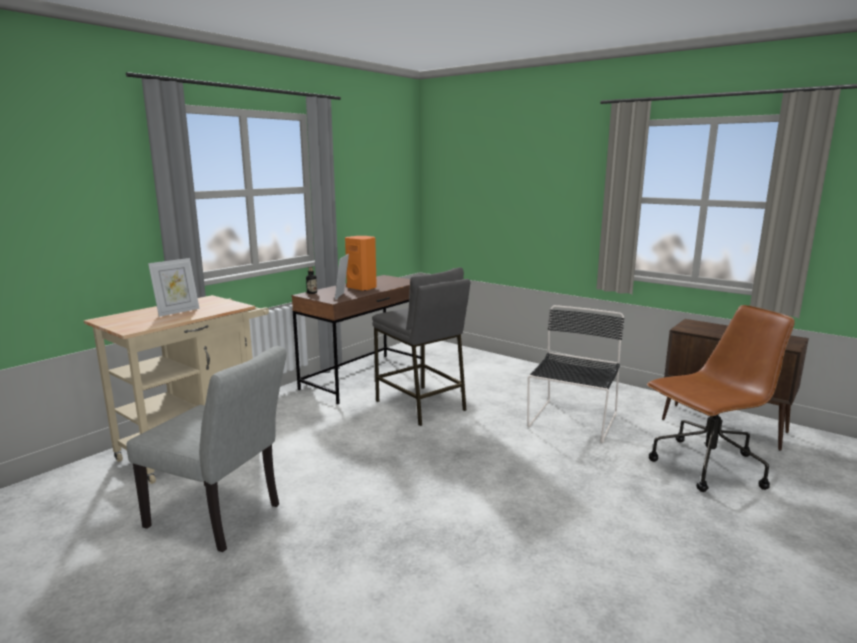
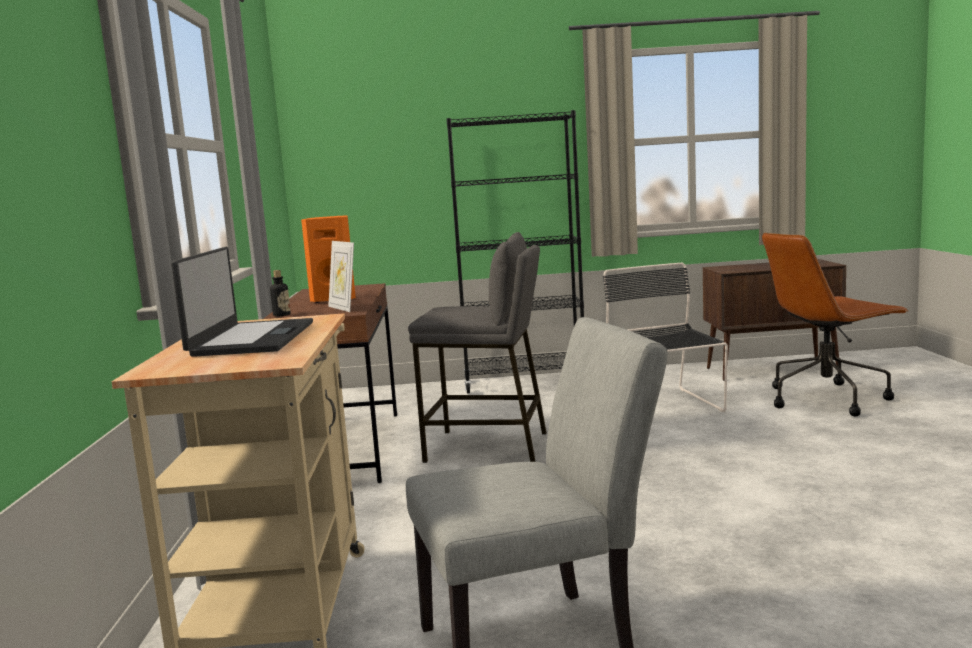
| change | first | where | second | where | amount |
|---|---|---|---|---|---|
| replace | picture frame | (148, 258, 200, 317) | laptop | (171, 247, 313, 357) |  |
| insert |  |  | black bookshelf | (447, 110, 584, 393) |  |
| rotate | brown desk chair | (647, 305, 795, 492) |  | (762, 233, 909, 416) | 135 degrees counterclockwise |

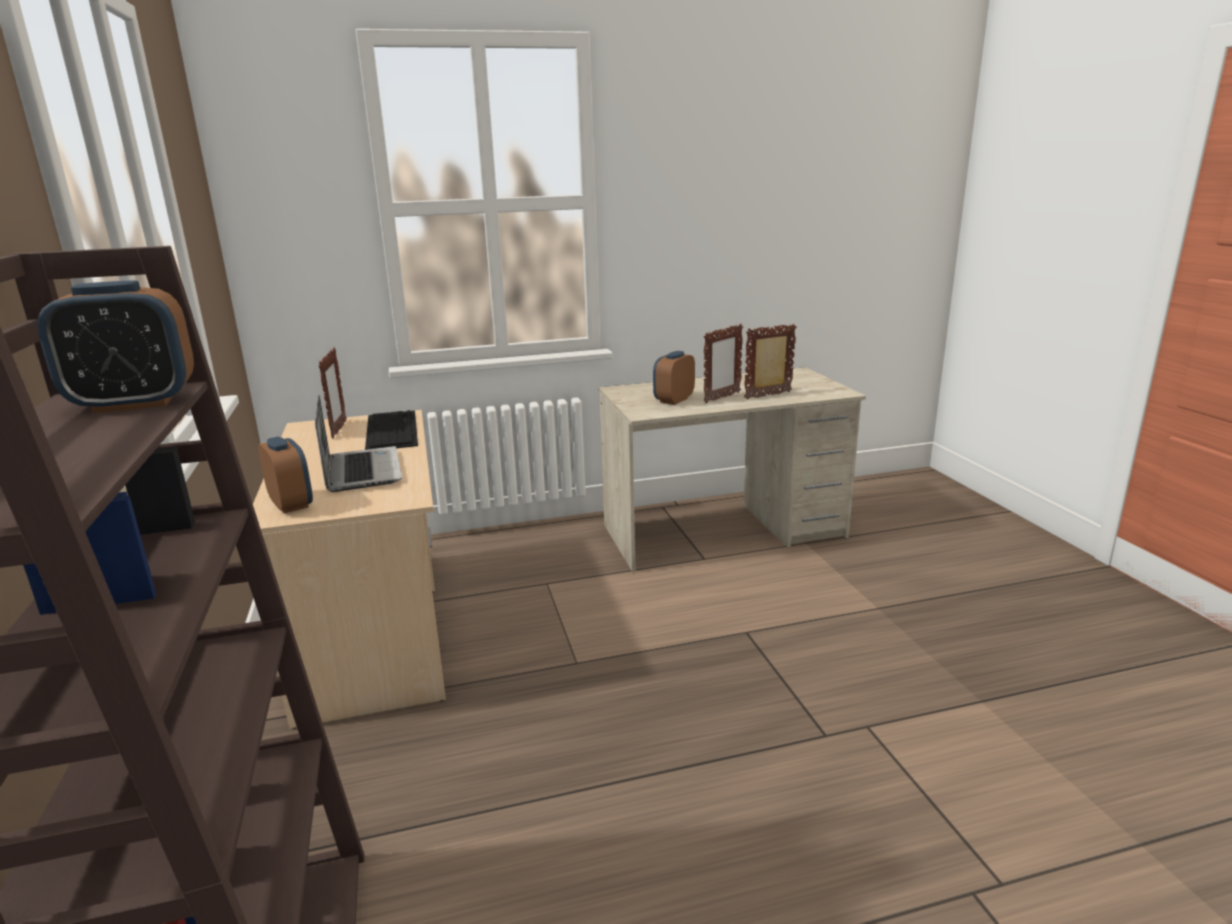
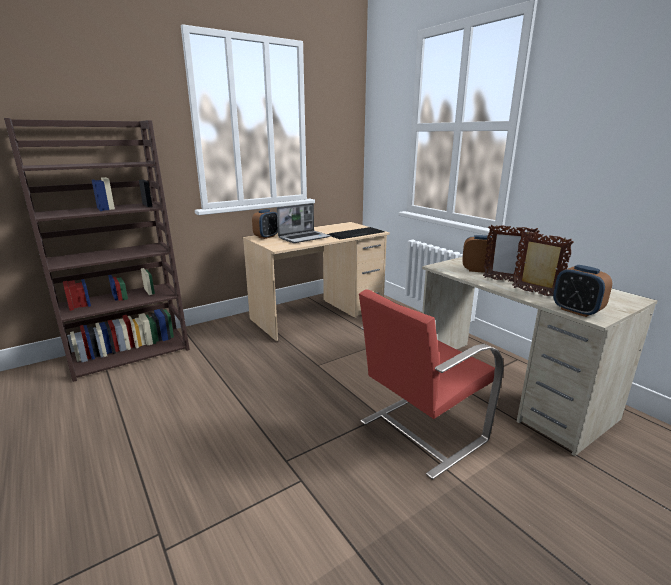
| change | first | where | second | where | amount |
|---|---|---|---|---|---|
| insert |  |  | red upright chair | (359, 289, 504, 480) |  |
| move | alarm clock | (37, 280, 194, 413) |  | (553, 265, 612, 317) |  |
| delete | picture frame | (319, 347, 347, 439) |  |  |  |

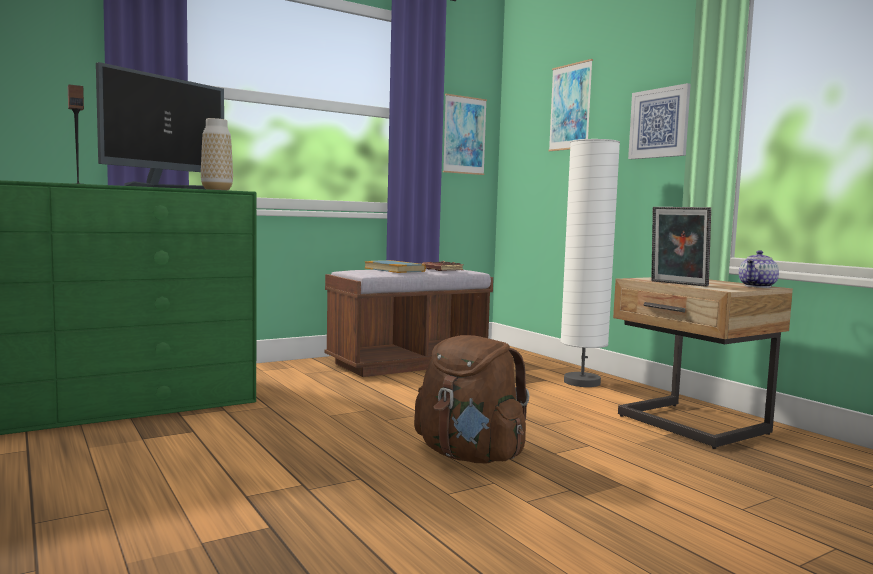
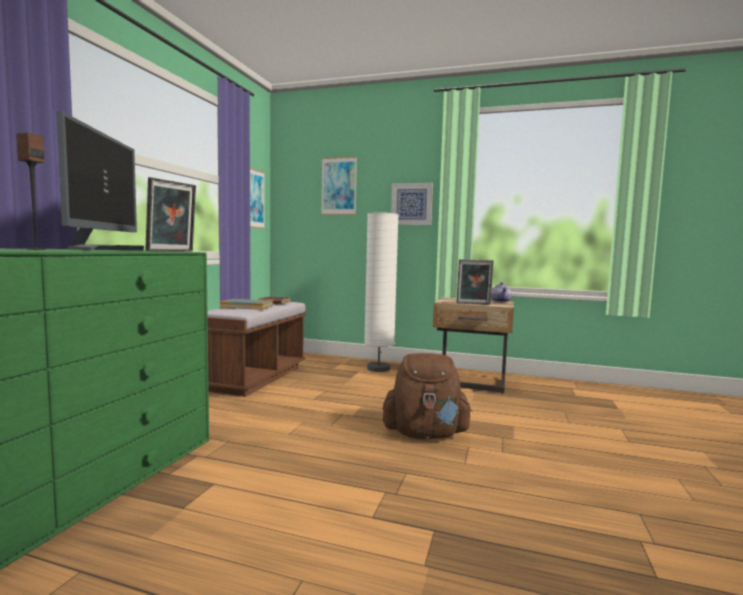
| change | first | where | second | where | amount |
|---|---|---|---|---|---|
| replace | vase | (201, 118, 233, 190) | picture frame | (145, 177, 196, 252) |  |

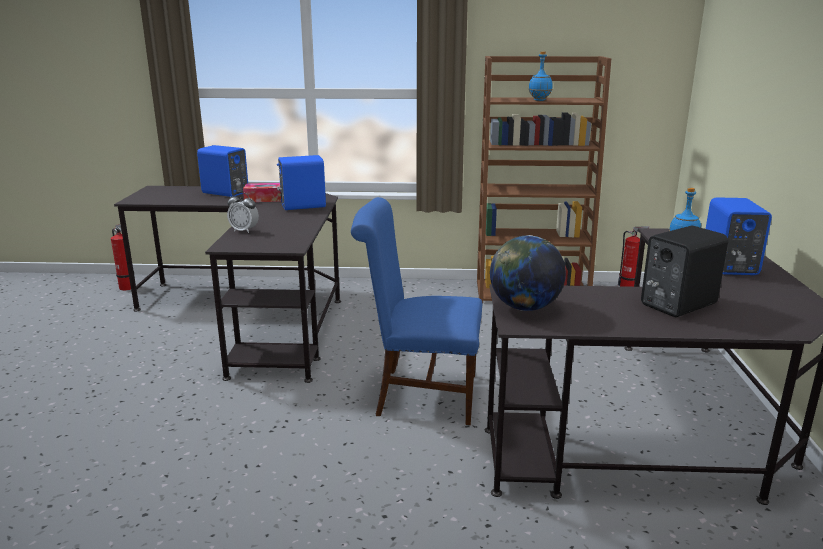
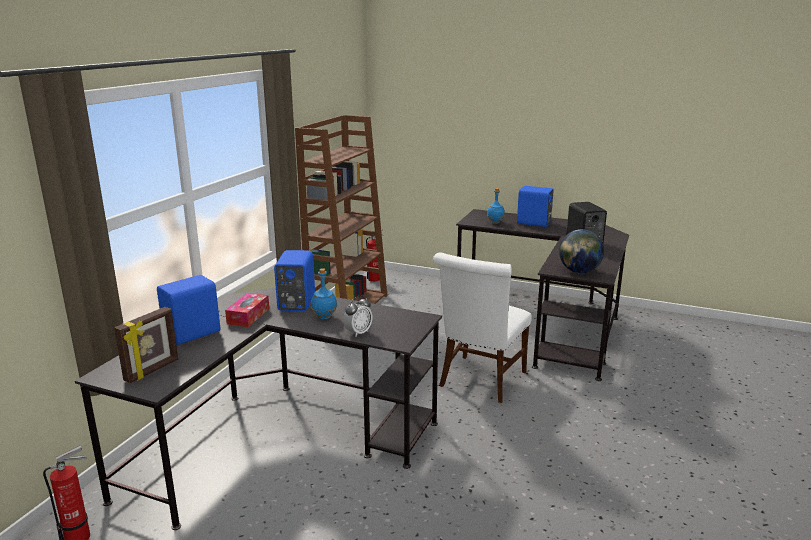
| change | first | where | second | where | amount |
|---|---|---|---|---|---|
| insert |  |  | picture frame | (114, 307, 178, 383) |  |
| move | bluish drink bottle | (529, 51, 553, 101) |  | (311, 268, 337, 319) |  |
| recolor | bluish upright chair | (351, 197, 482, 425) | white upright chair | (433, 252, 532, 403) |  |

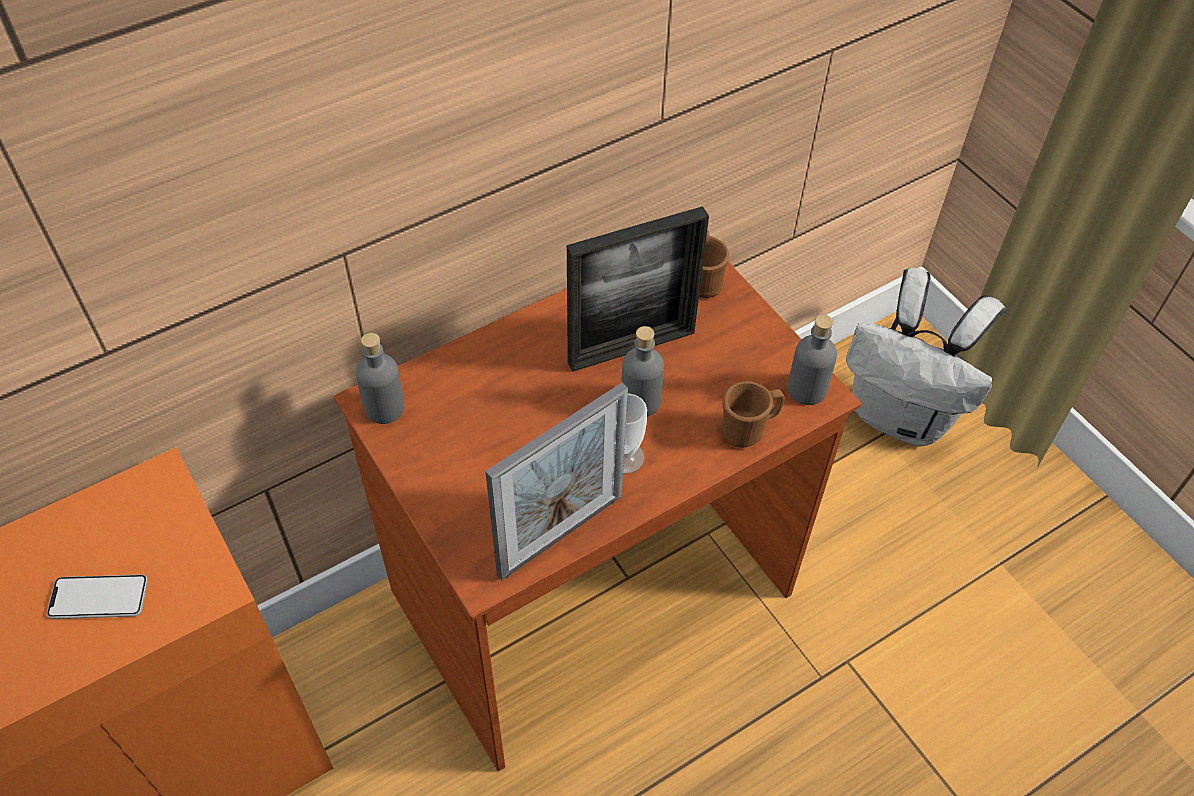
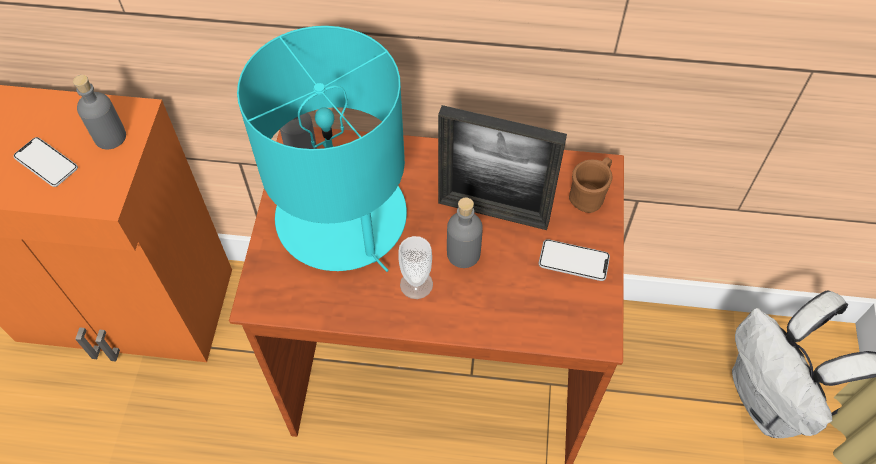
| change | first | where | second | where | amount |
|---|---|---|---|---|---|
| move | grey drink bottle | (788, 315, 837, 405) |  | (73, 75, 126, 150) |  |
| insert |  |  | blue-green lamp for a table | (237, 26, 407, 272) |  |
| insert |  |  | phone | (538, 239, 610, 281) |  |
| delete | picture frame | (485, 382, 628, 580) |  |  |  |
| delete | brown coffee mug | (721, 381, 785, 448) |  |  |  |

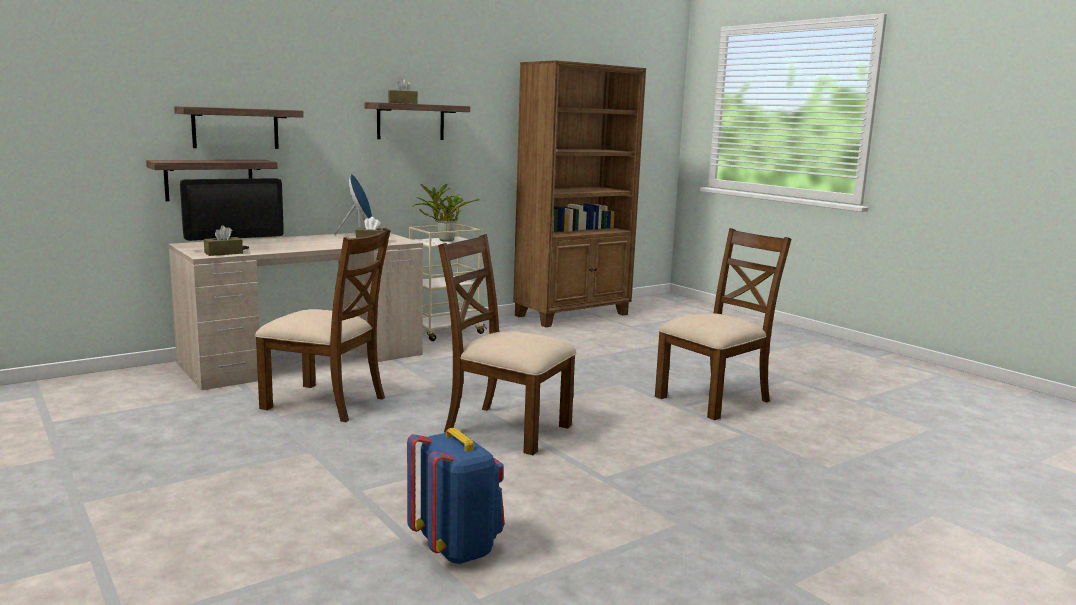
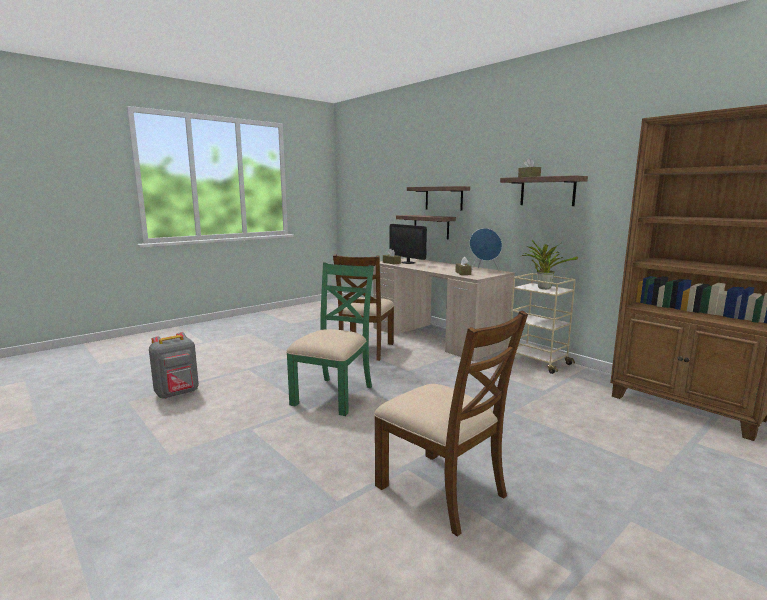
| change | first | where | second | where | amount |
|---|---|---|---|---|---|
| recolor | bluish backpack | (407, 428, 505, 565) | grey backpack | (149, 332, 199, 399) |  |
| recolor | brown upright chair | (438, 234, 576, 455) | green-coloured upright chair | (286, 262, 374, 416) |  |

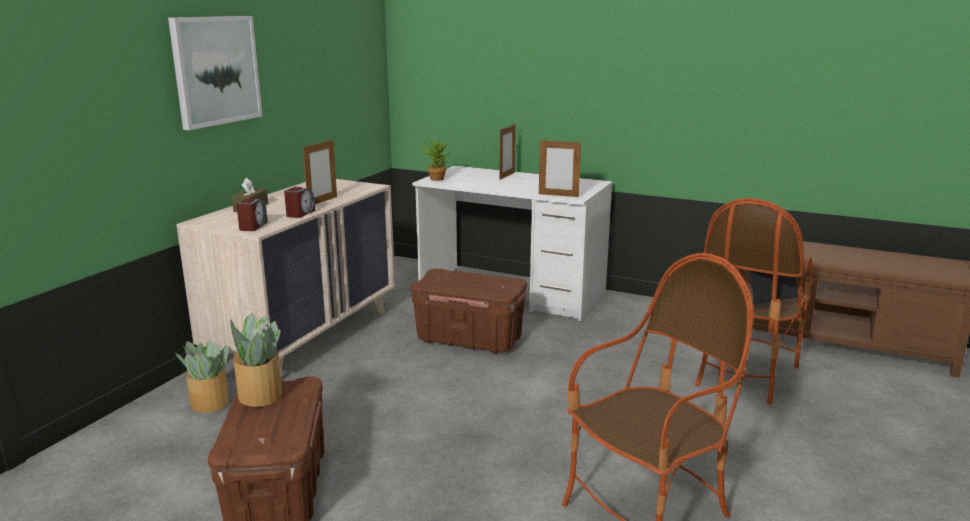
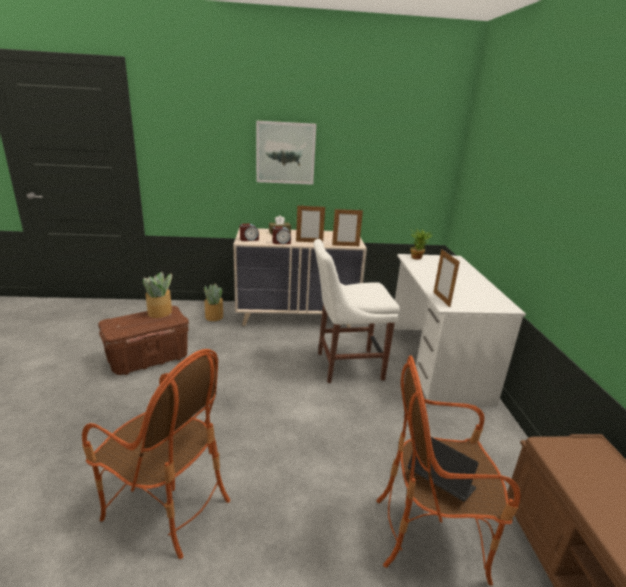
| change | first | where | second | where | amount |
|---|---|---|---|---|---|
| replace | brown storage container | (411, 268, 527, 353) | white upright chair | (314, 239, 400, 383) |  |
| move | picture frame | (499, 123, 515, 180) |  | (332, 209, 363, 246) |  |

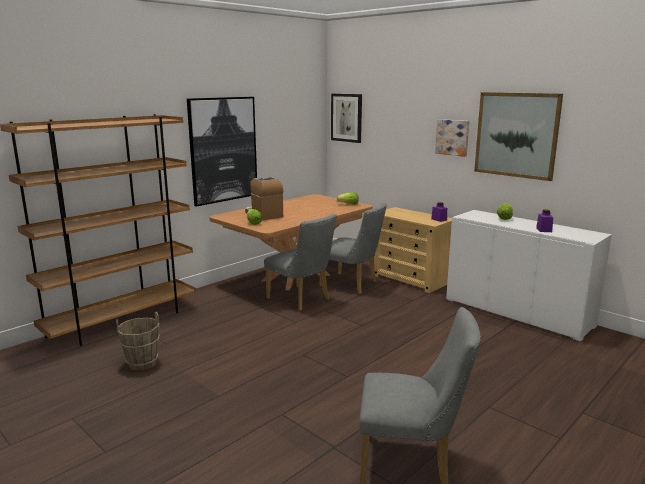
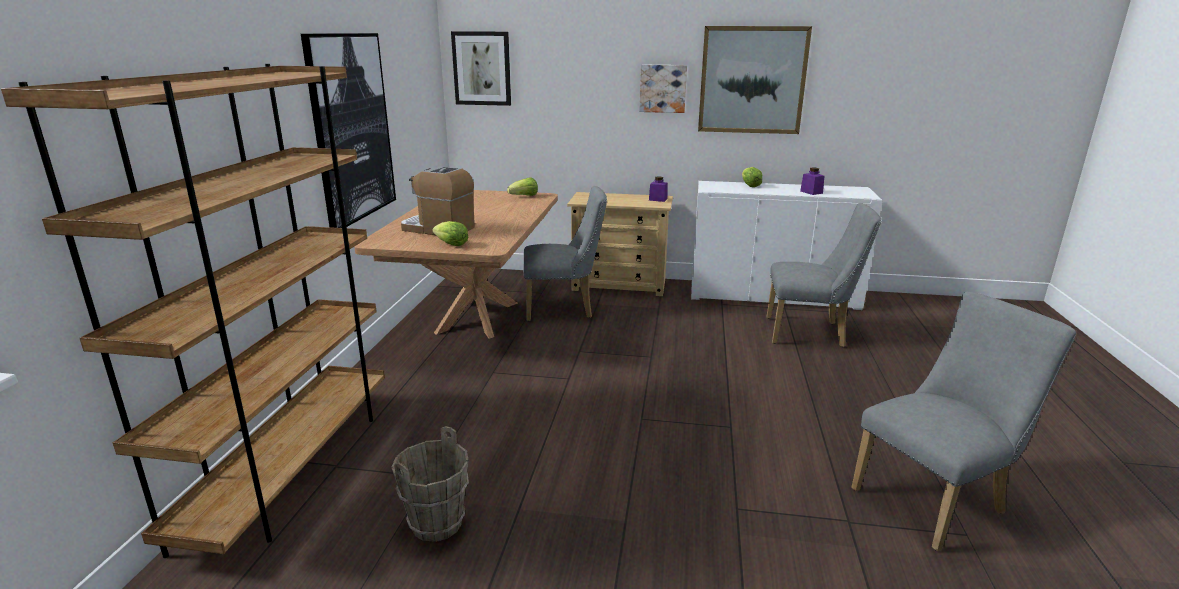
| change | first | where | second | where | amount |
|---|---|---|---|---|---|
| move | grey upright chair | (264, 214, 337, 311) |  | (767, 203, 881, 347) |  |

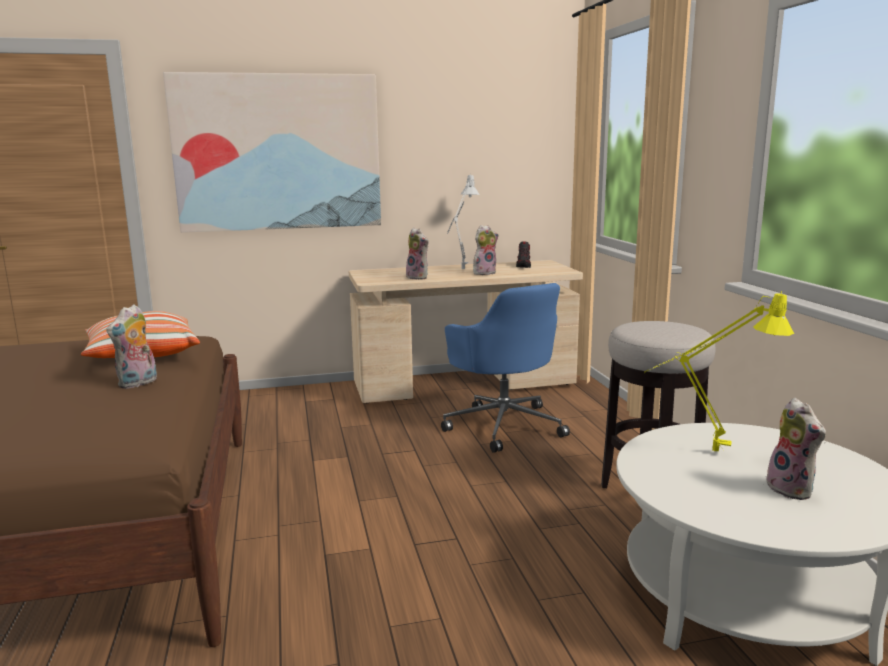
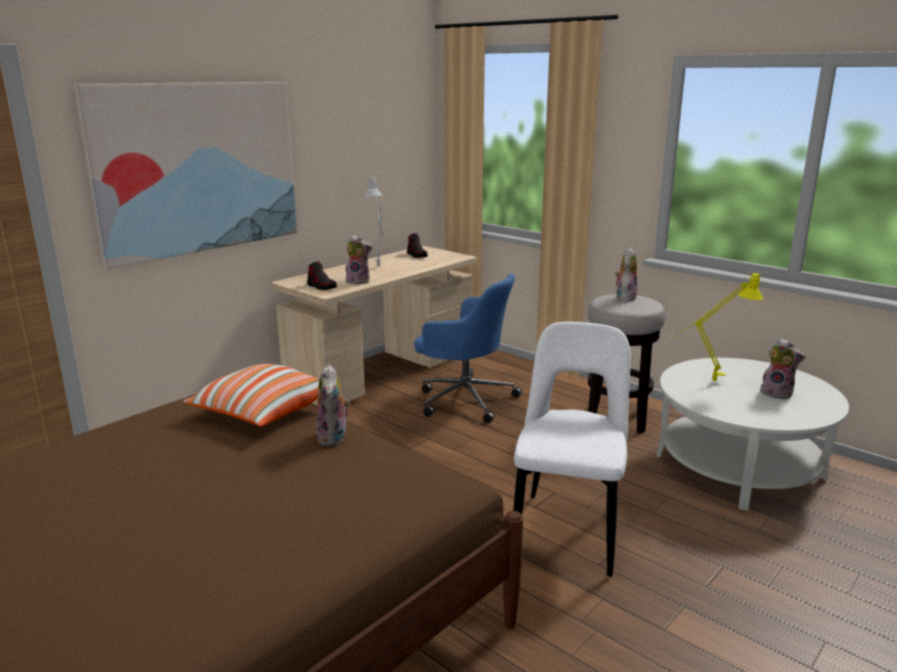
| change | first | where | second | where | amount |
|---|---|---|---|---|---|
| insert |  |  | shoe | (307, 261, 337, 290) |  |
| insert |  |  | white upright chair | (513, 322, 631, 577) |  |
| move | soft toy | (473, 225, 499, 275) |  | (615, 248, 637, 302) |  |

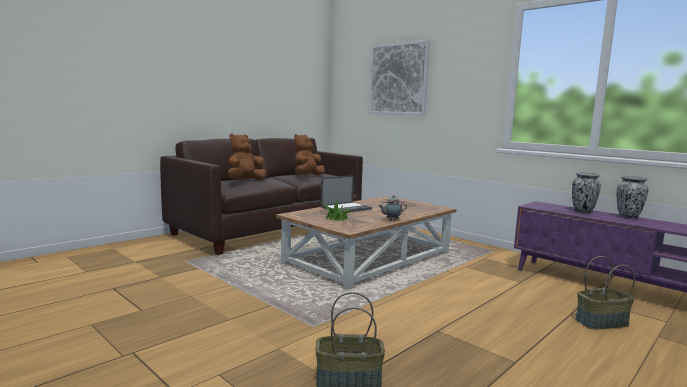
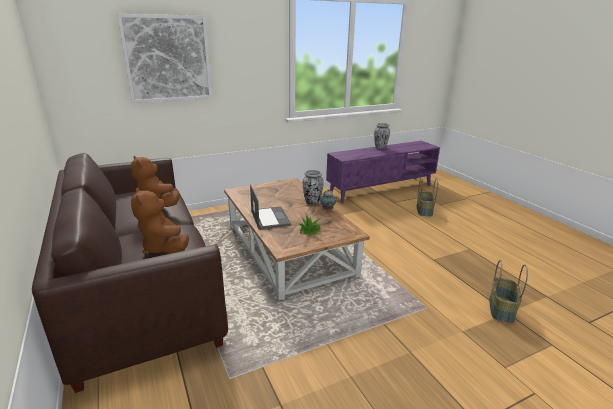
| change | first | where | second | where | amount |
|---|---|---|---|---|---|
| move | vase | (572, 172, 601, 214) |  | (303, 170, 324, 205) |  |

